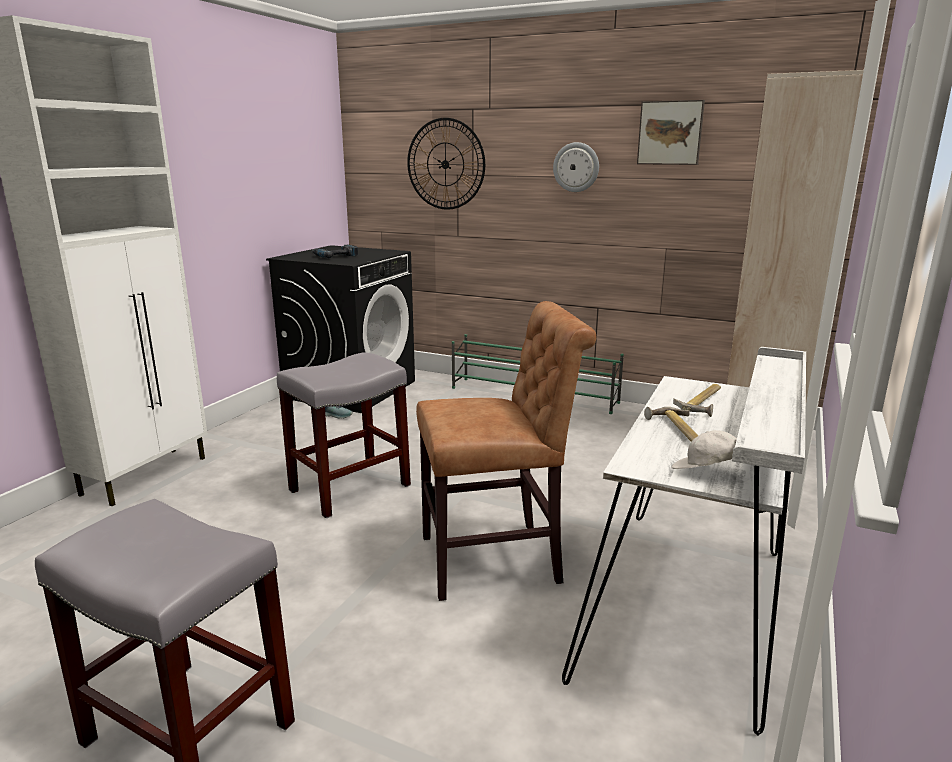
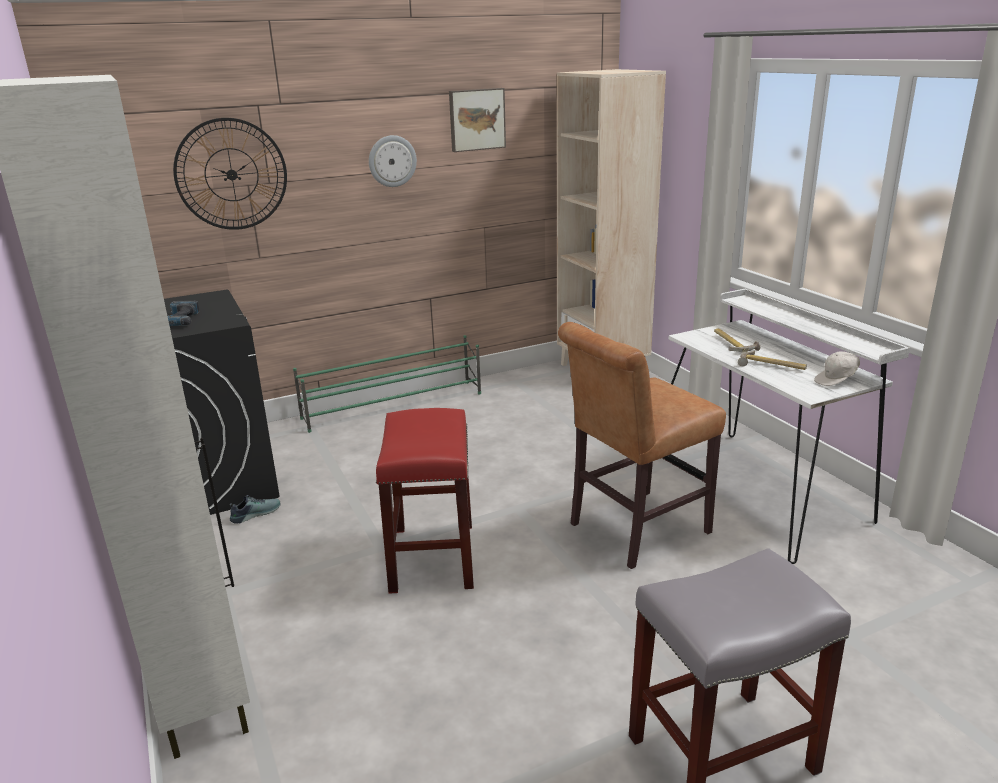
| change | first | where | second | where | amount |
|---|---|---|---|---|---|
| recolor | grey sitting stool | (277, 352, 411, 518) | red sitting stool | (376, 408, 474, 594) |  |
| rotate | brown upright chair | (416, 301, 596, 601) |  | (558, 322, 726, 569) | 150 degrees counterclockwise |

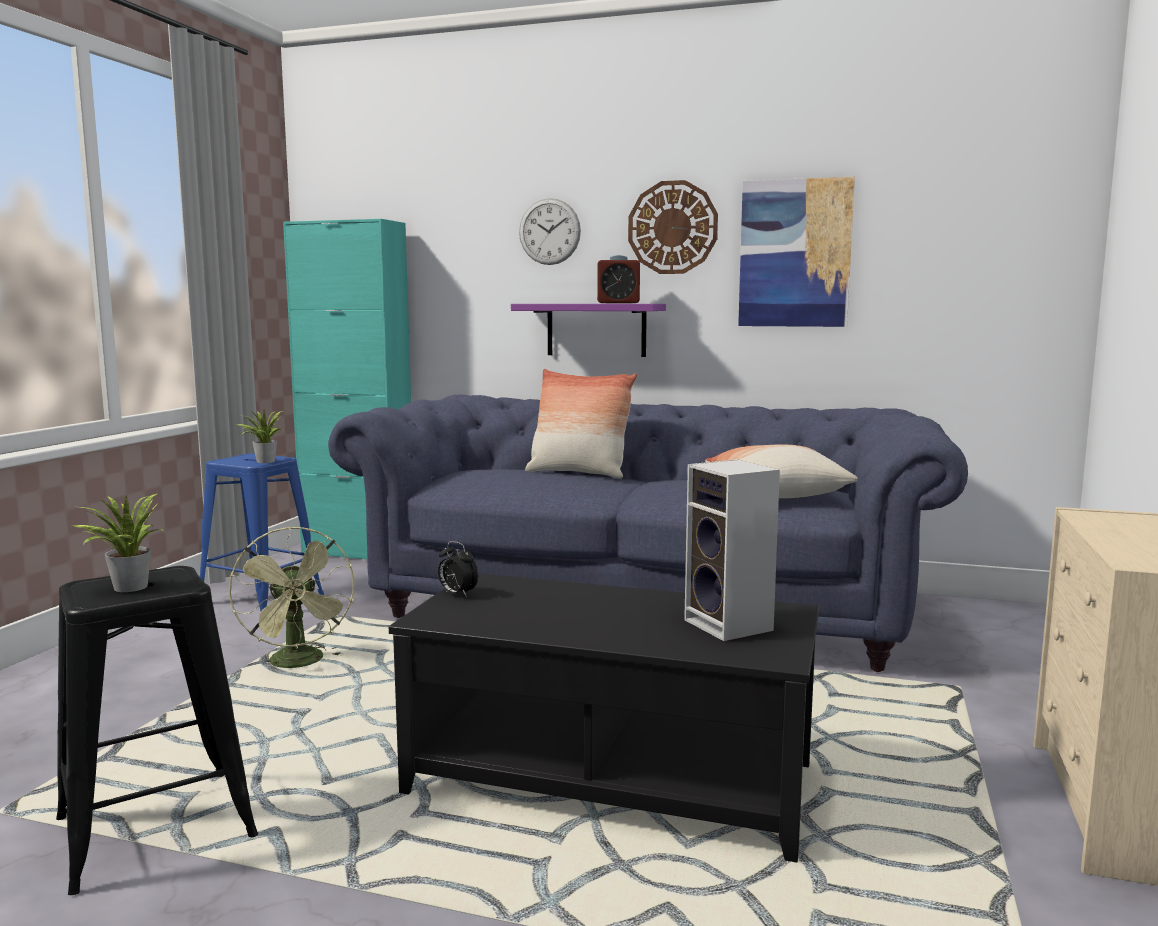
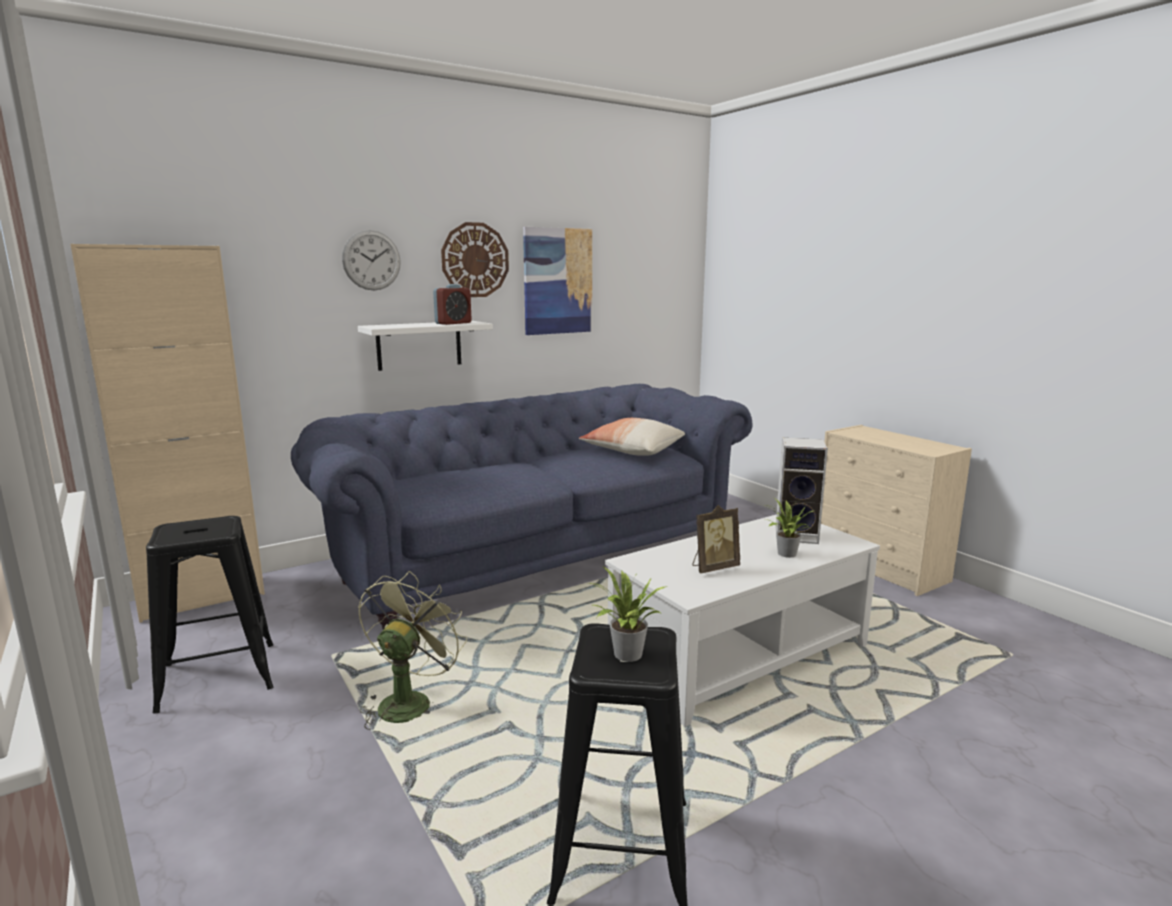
| change | first | where | second | where | amount |
|---|---|---|---|---|---|
| recolor | blue-green cabinet | (283, 219, 411, 559) | beige cabinet | (70, 244, 265, 623) |  |
| recolor | bluish sitting stool | (199, 453, 324, 611) | black sitting stool | (146, 516, 273, 714) |  |
| recolor | purple-coloured shelf | (511, 304, 666, 357) | white shelf | (358, 321, 493, 371) |  |
| rotate | green-coloured cooling fan | (229, 526, 354, 668) |  | (358, 571, 467, 730) | 90 degrees counterclockwise |
| recolor | black low table | (389, 573, 819, 863) | white low table | (605, 514, 880, 727) |  |
| insert |  |  | picture frame | (693, 505, 740, 573) |  |
| move | potted plant | (236, 410, 283, 463) |  | (765, 498, 813, 558) |  |
| delete | alarm clock | (438, 541, 478, 597) |  |  |  |
| delete | throw pillow | (525, 369, 637, 478) |  |  |  |

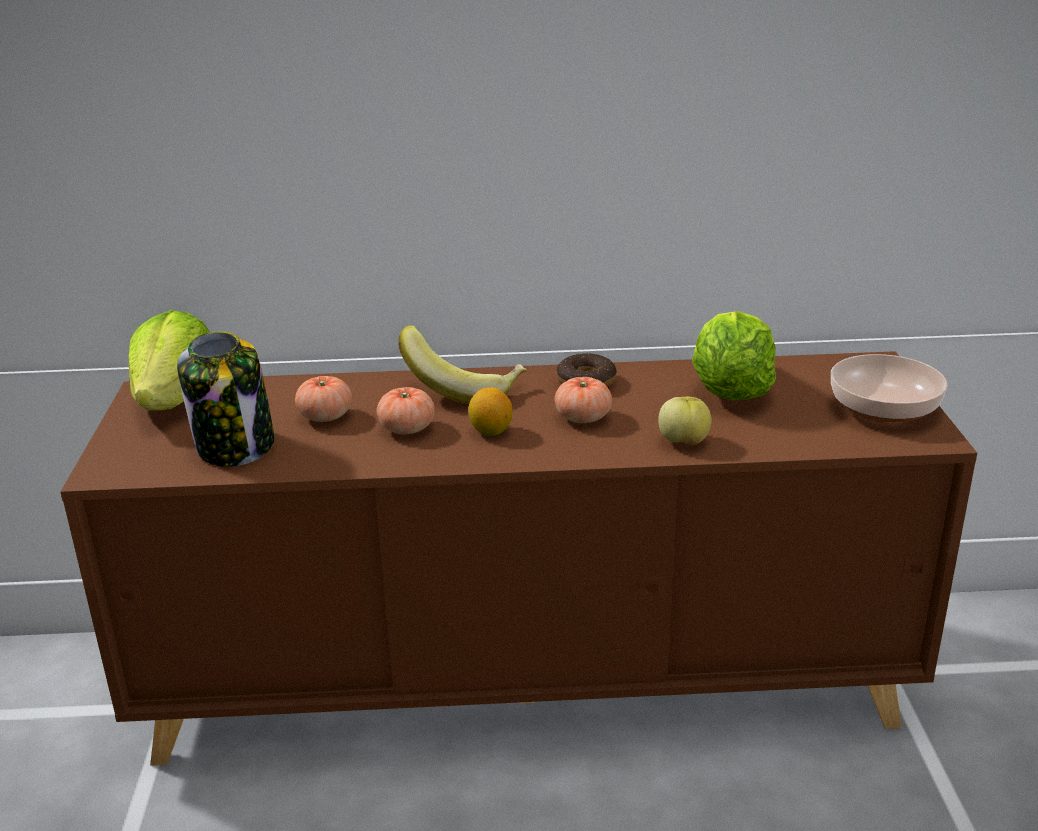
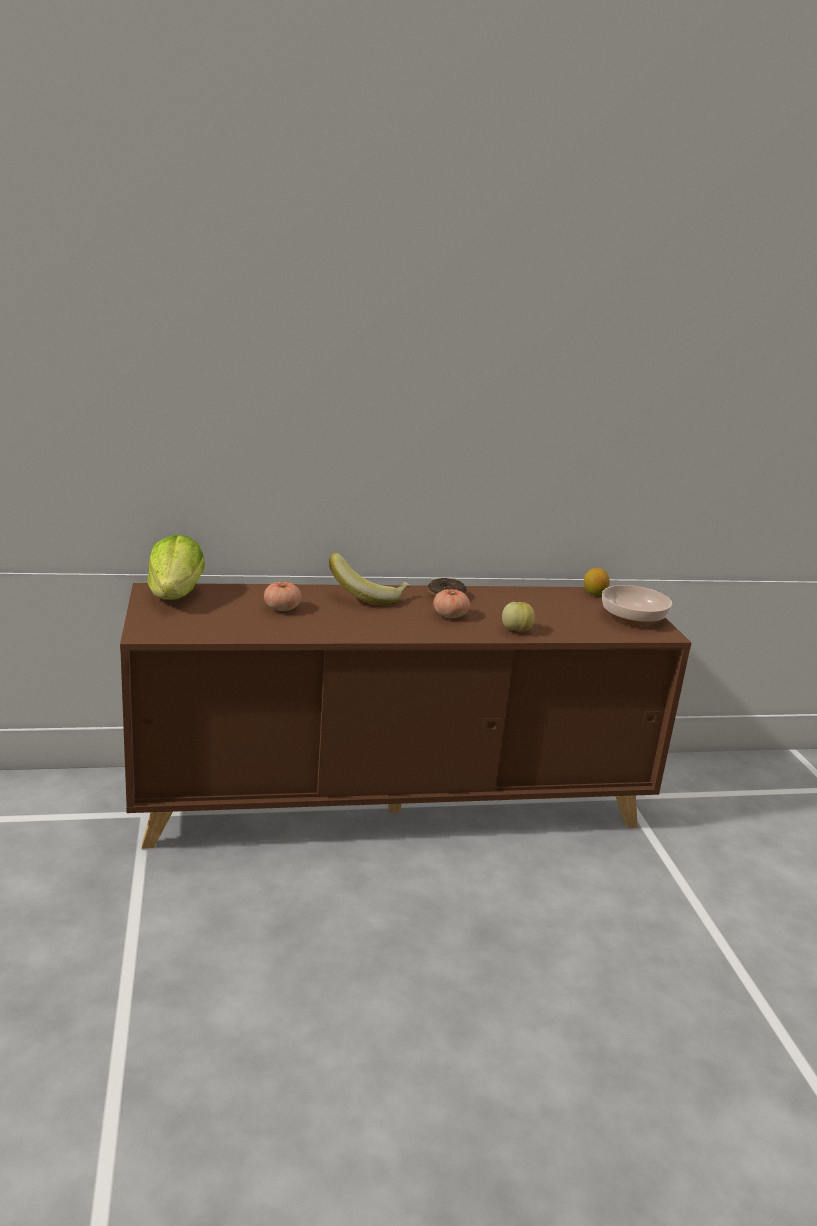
| change | first | where | second | where | amount |
|---|---|---|---|---|---|
| move | whole lemon | (468, 387, 513, 436) |  | (584, 568, 610, 596) |  |
| delete | storage jar | (177, 331, 274, 467) |  |  |  |
| delete | whole tomato | (377, 387, 435, 434) |  |  |  |
| delete | head of lettuce | (692, 311, 776, 401) |  |  |  |

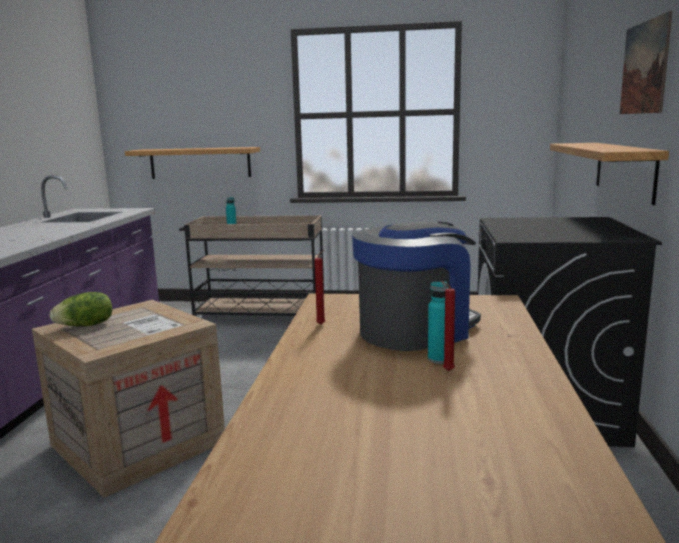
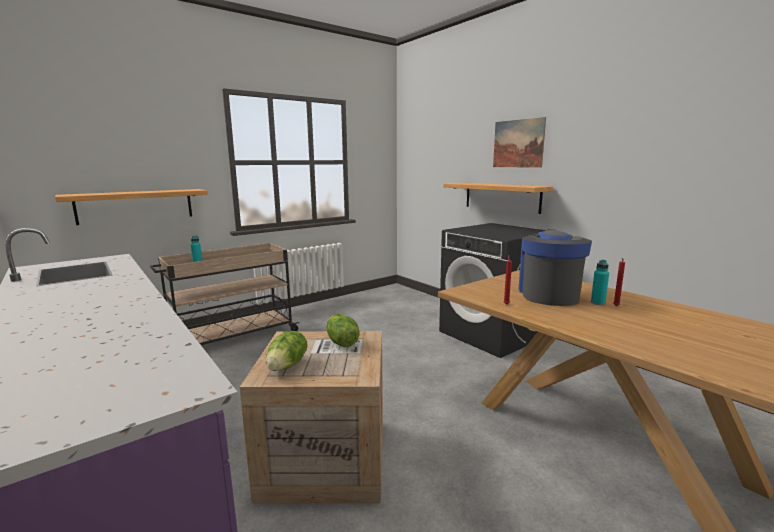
| change | first | where | second | where | amount |
|---|---|---|---|---|---|
| insert |  |  | head of lettuce | (326, 314, 359, 347) |  |

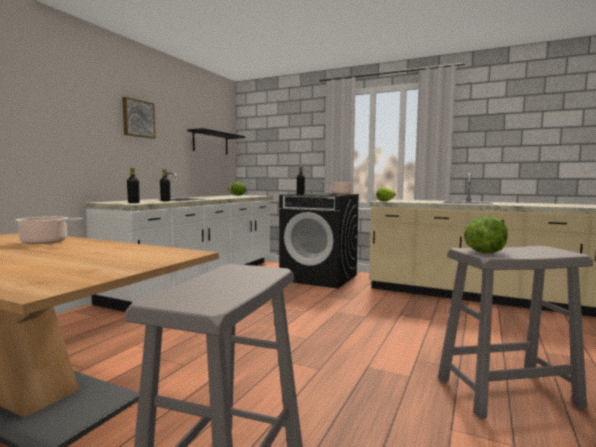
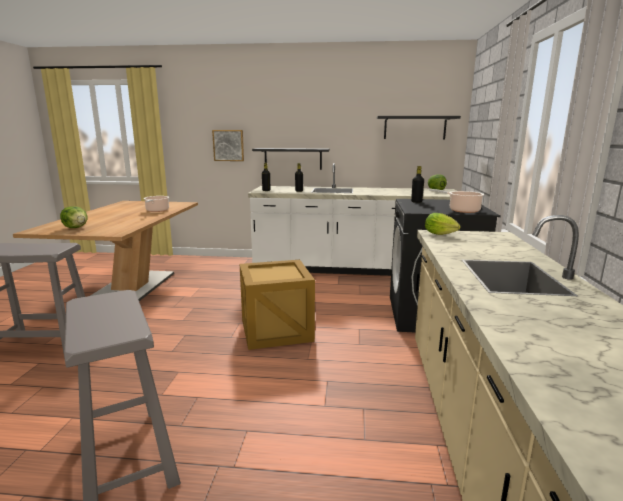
| change | first | where | second | where | amount |
|---|---|---|---|---|---|
| move | head of lettuce | (464, 216, 508, 253) |  | (60, 206, 88, 228) |  |
| move | picture | (122, 97, 155, 139) |  | (212, 130, 244, 161) |  |
| insert |  |  | packing crate | (240, 260, 315, 350) |  |
| insert |  |  | black shelf | (252, 148, 330, 170) |  |

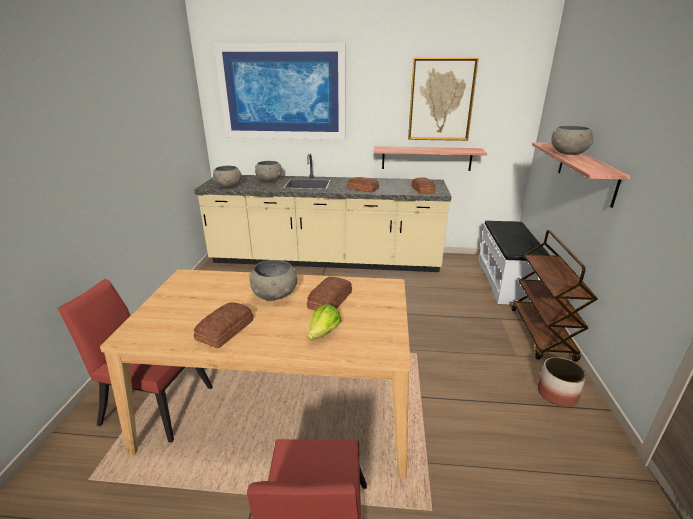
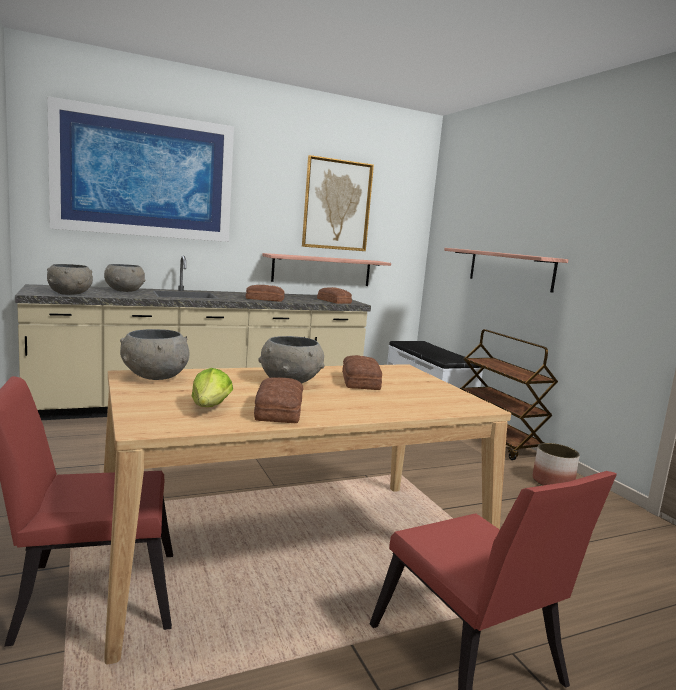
| change | first | where | second | where | amount |
|---|---|---|---|---|---|
| move | grey deep dish | (551, 126, 593, 155) |  | (120, 329, 189, 380) |  |
| move | head of lettuce | (307, 304, 341, 340) |  | (192, 368, 233, 407) |  |

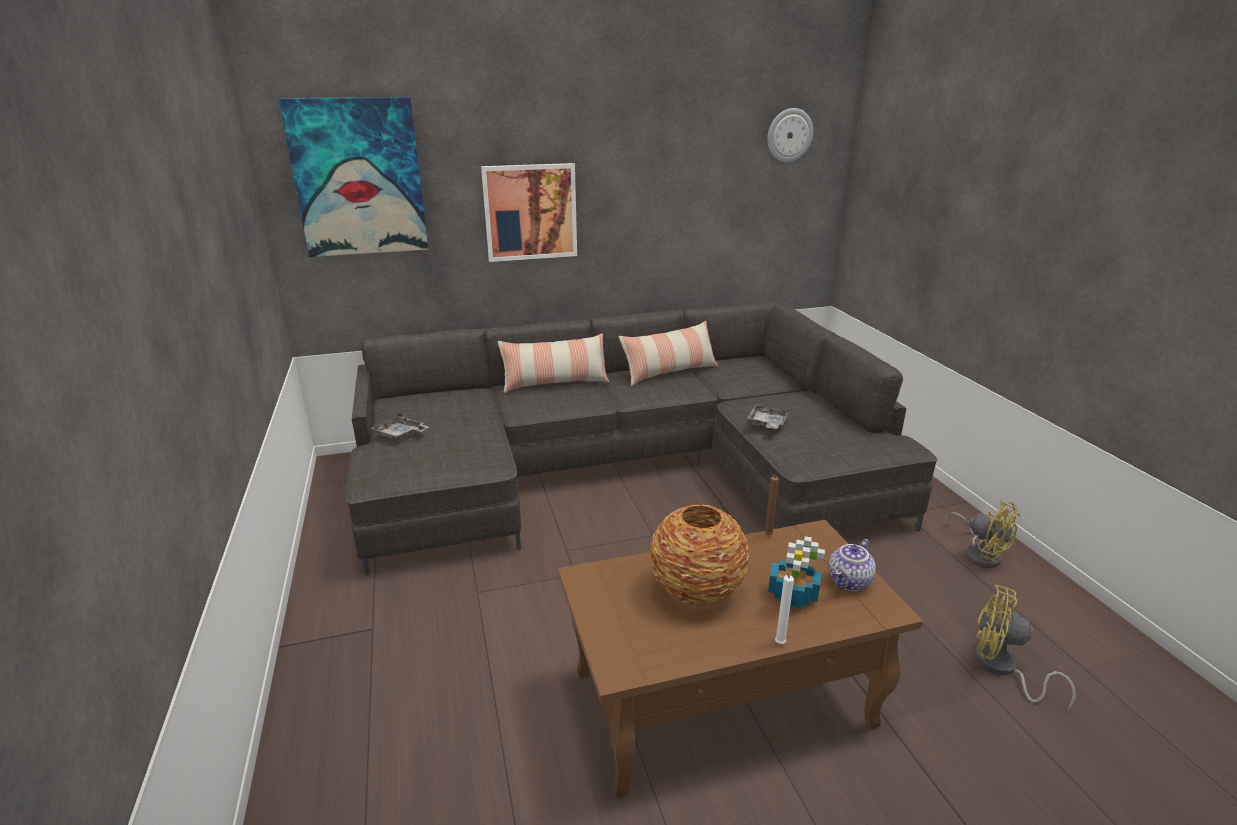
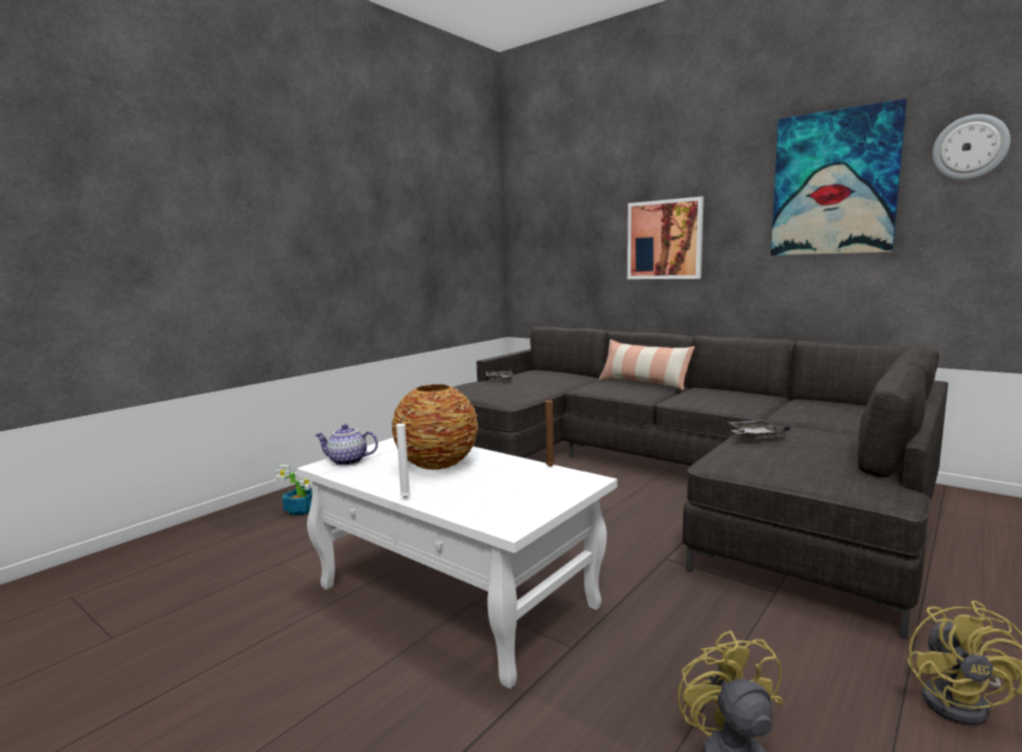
| change | first | where | second | where | amount |
|---|---|---|---|---|---|
| move | potted plant | (768, 536, 825, 609) |  | (276, 464, 312, 516) |  |
| recolor | brown low table | (558, 520, 923, 799) | white low table | (297, 437, 617, 689) |  |
| move | teapot | (828, 539, 876, 591) |  | (315, 424, 378, 466) |  |
| move | picture | (278, 97, 429, 257) |  | (771, 98, 907, 255) |  |
| delete | throw pillow | (619, 321, 718, 386) |  |  |  |

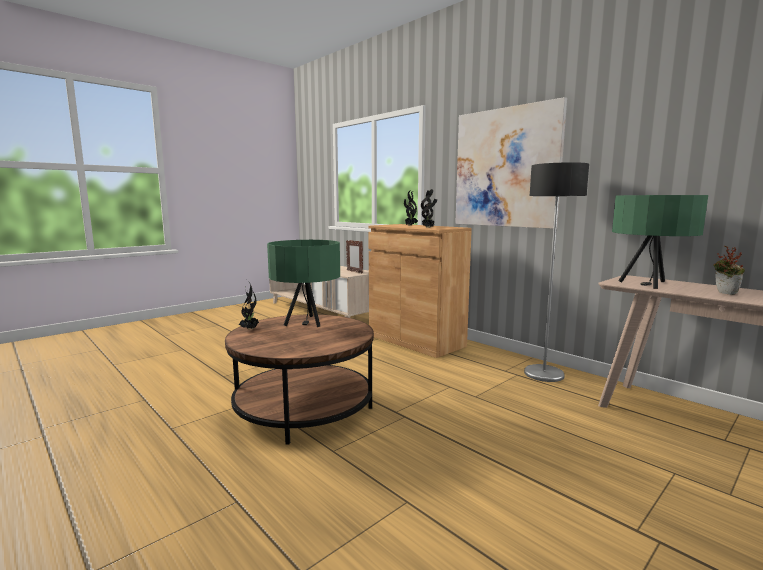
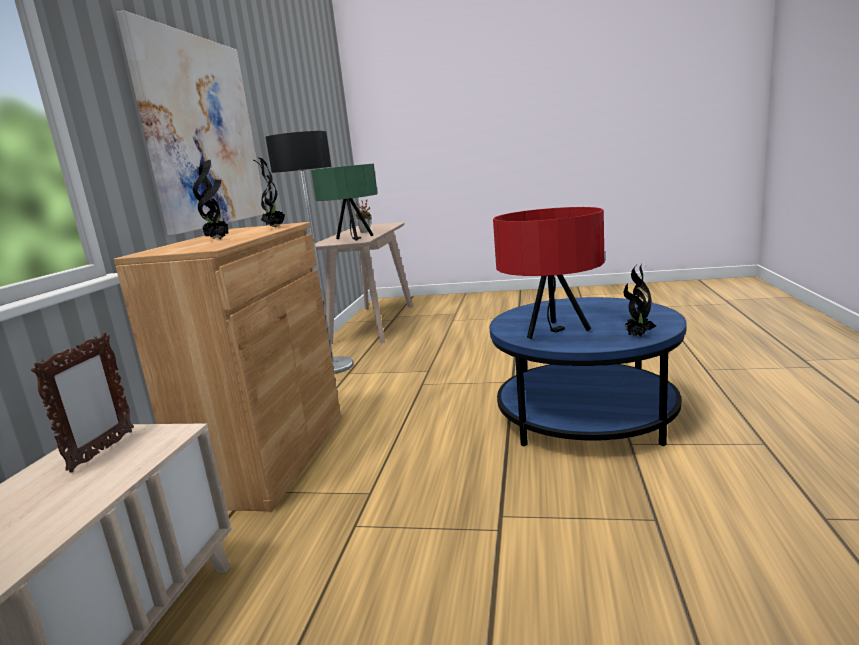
| change | first | where | second | where | amount |
|---|---|---|---|---|---|
| recolor | brown low table | (225, 314, 374, 445) | bluish low table | (489, 297, 687, 446) |  |
| recolor | green-coloured lamp for a table | (267, 240, 340, 327) | red lamp for a table | (493, 207, 604, 339) |  |

